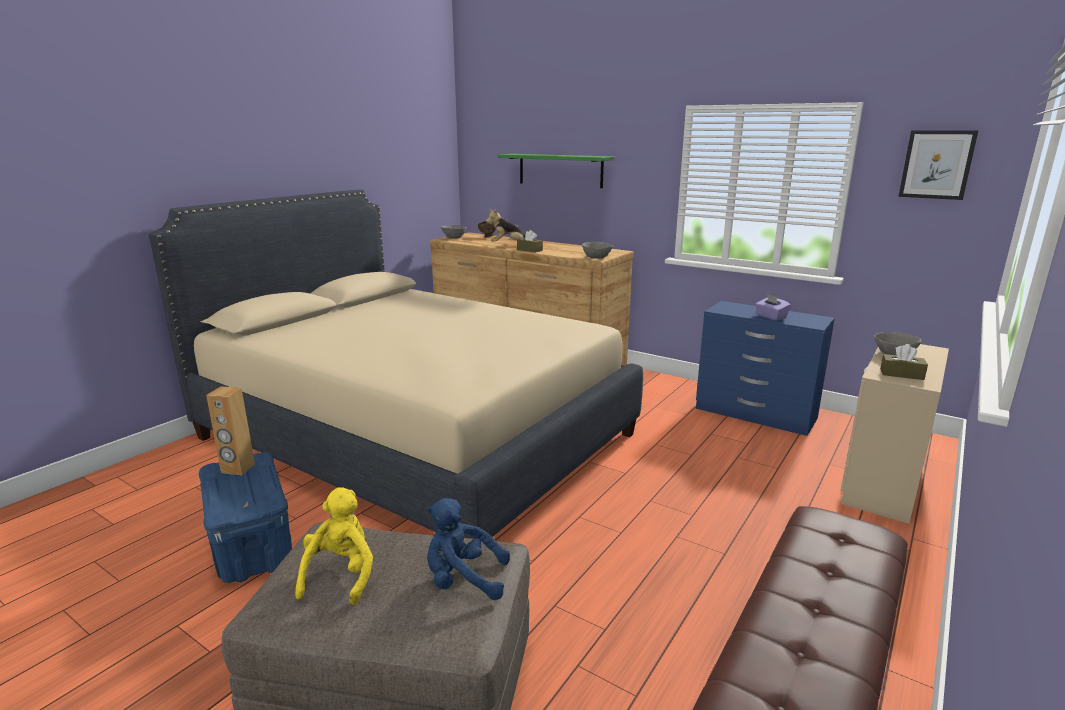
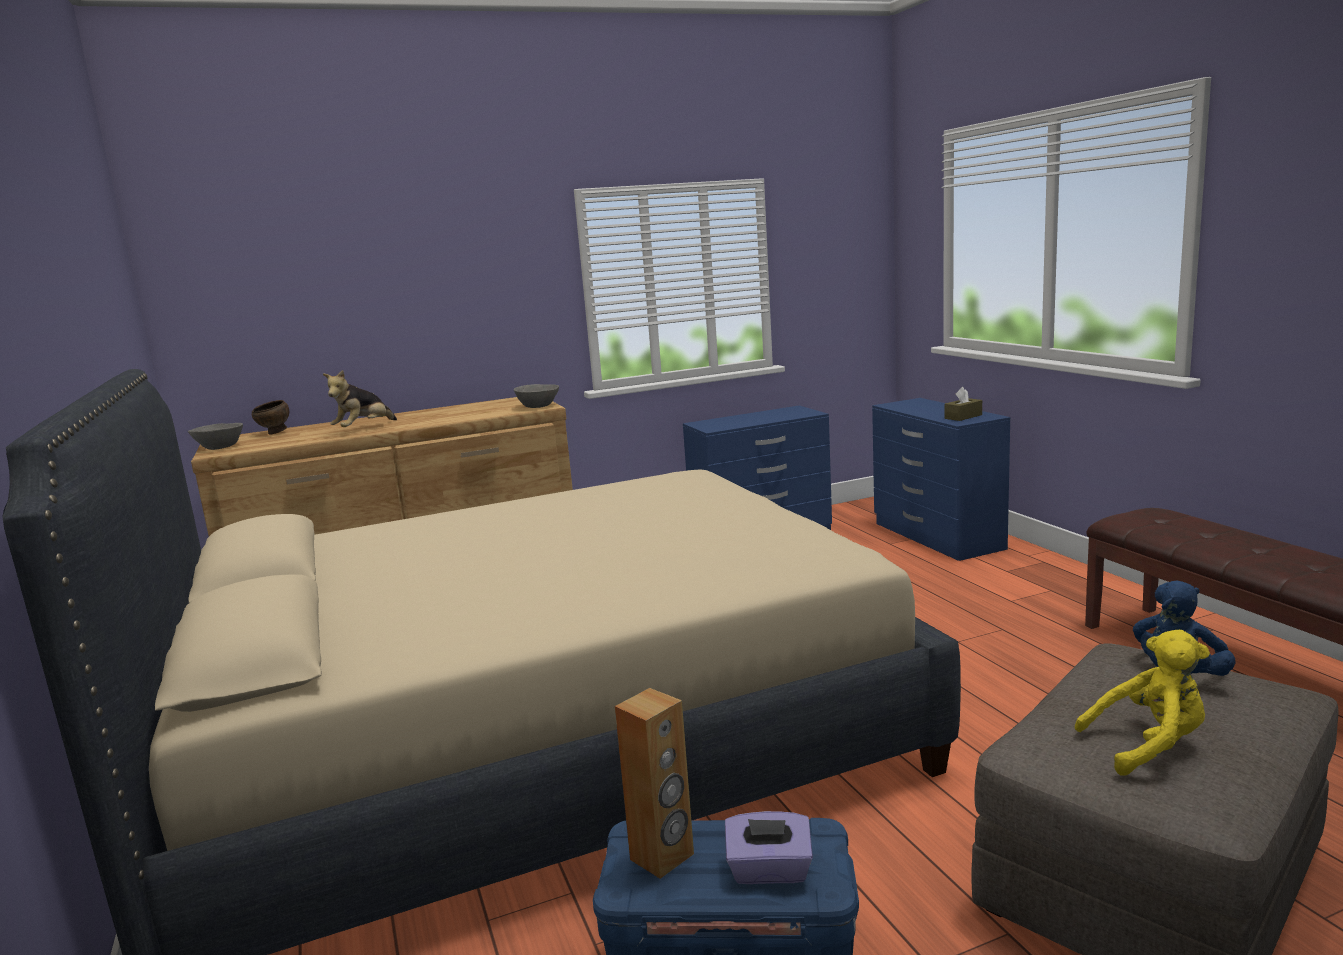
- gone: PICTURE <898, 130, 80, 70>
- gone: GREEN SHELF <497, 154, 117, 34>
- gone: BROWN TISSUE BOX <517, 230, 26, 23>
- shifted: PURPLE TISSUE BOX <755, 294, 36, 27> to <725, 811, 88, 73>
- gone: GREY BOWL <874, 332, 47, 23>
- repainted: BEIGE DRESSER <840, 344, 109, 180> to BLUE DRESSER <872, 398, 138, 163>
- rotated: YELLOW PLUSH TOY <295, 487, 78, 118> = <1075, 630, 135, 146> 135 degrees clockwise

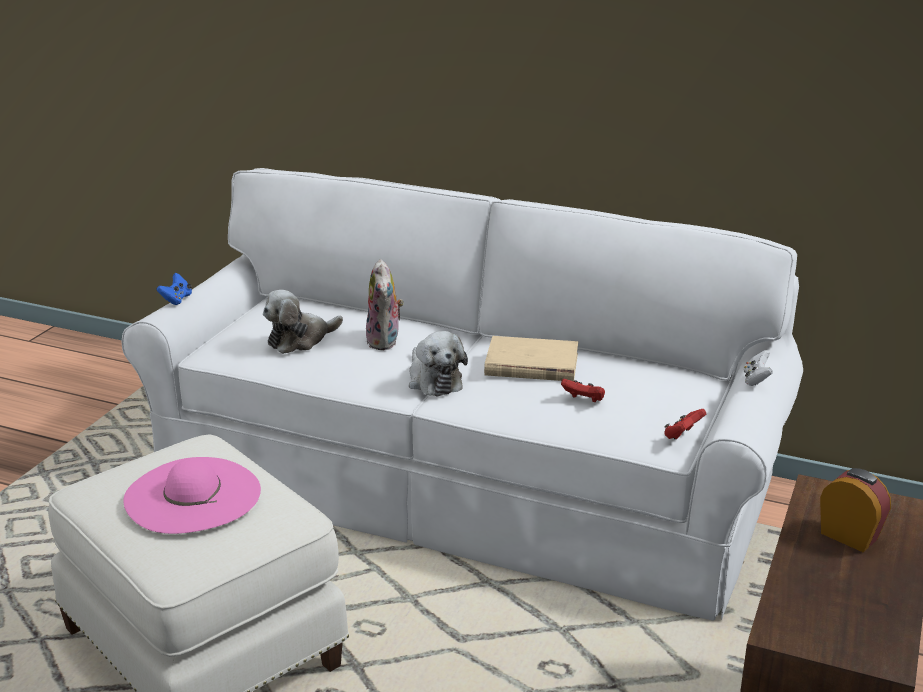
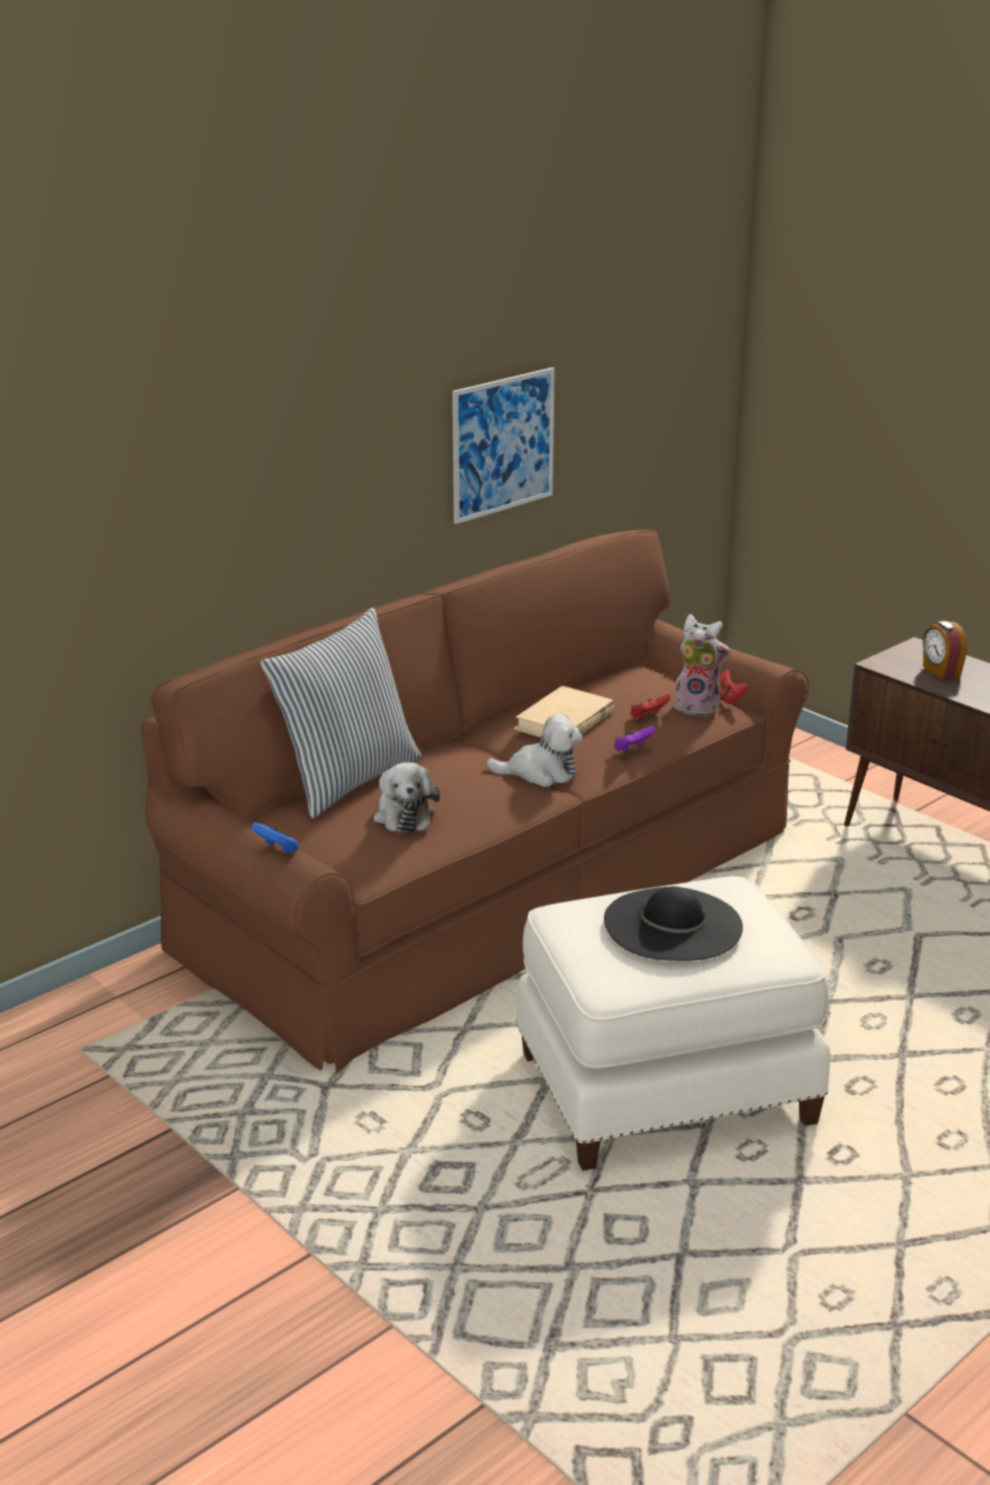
- repainted: WHITE SOFA <122, 168, 681, 453> to BROWN SOFA <141, 530, 668, 542>
- shifted: PLUSH TOY <366, 259, 38, 91> to <671, 627, 60, 90>
- repainted: PINK HAT <123, 457, 138, 77> to BLACK HAT <604, 886, 139, 75>
- rotated: ALARM CLOCK <820, 468, 71, 84> = <923, 621, 45, 58> 90 degrees counterclockwise
- new: PICTURE <452, 367, 103, 157>
- new: PILLOW <260, 607, 161, 211>
- new: PURPLE GAME CONTROLLER <614, 726, 42, 26>

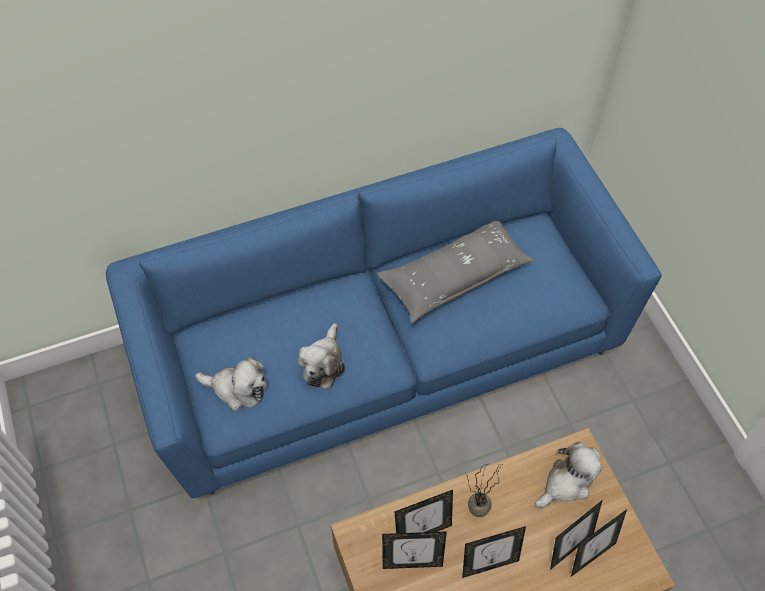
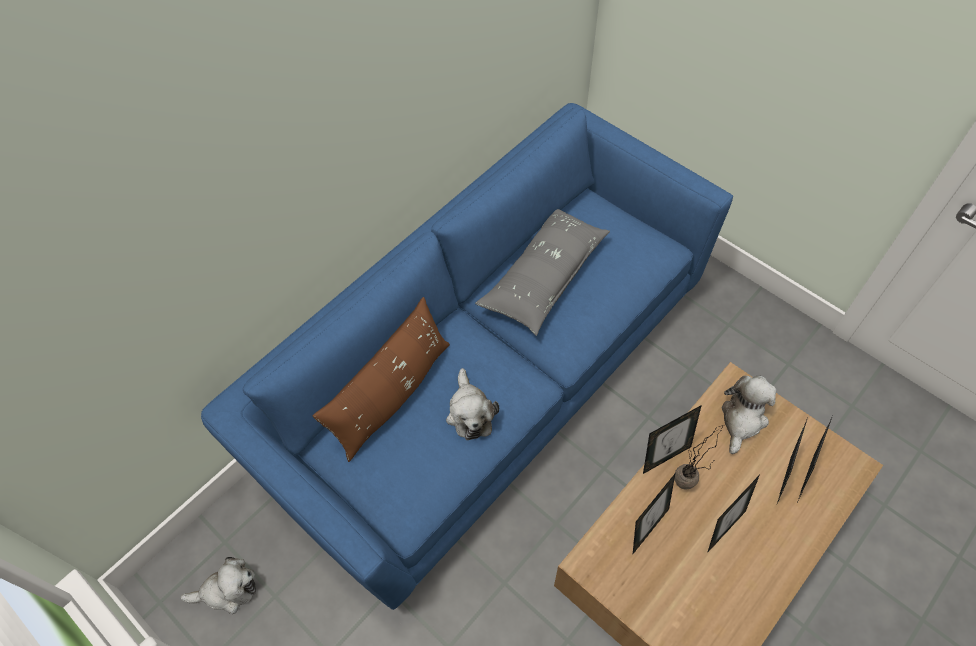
- shifted: PLUSH TOY <195, 357, 72, 54> to <180, 557, 76, 57>
- shifted: PICTURE FRAME <382, 531, 65, 38> to <643, 405, 59, 69>
- new: BROWN PILLOW <313, 297, 137, 165>

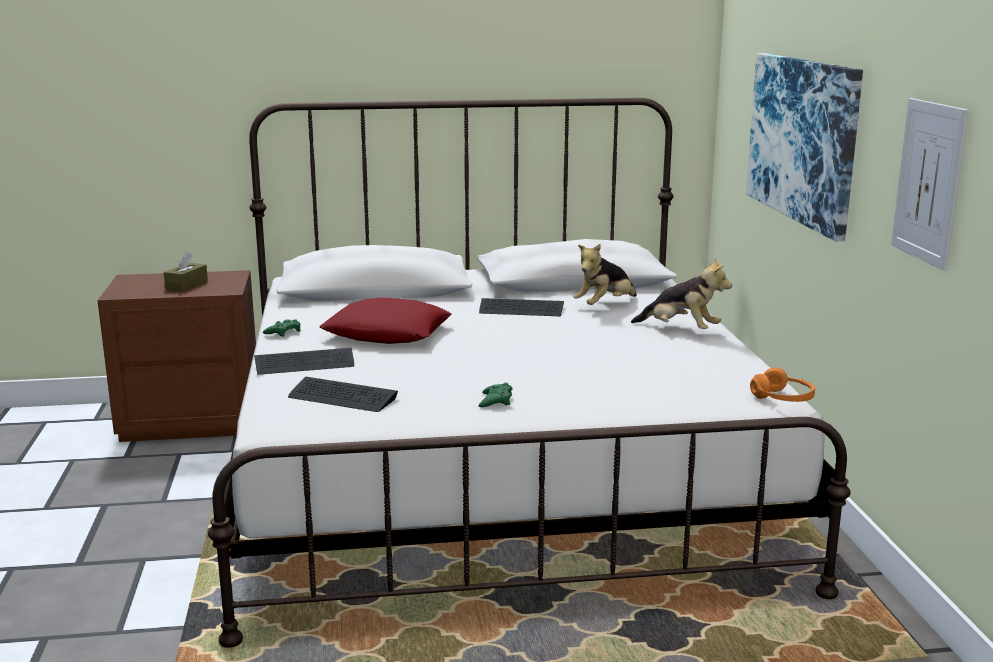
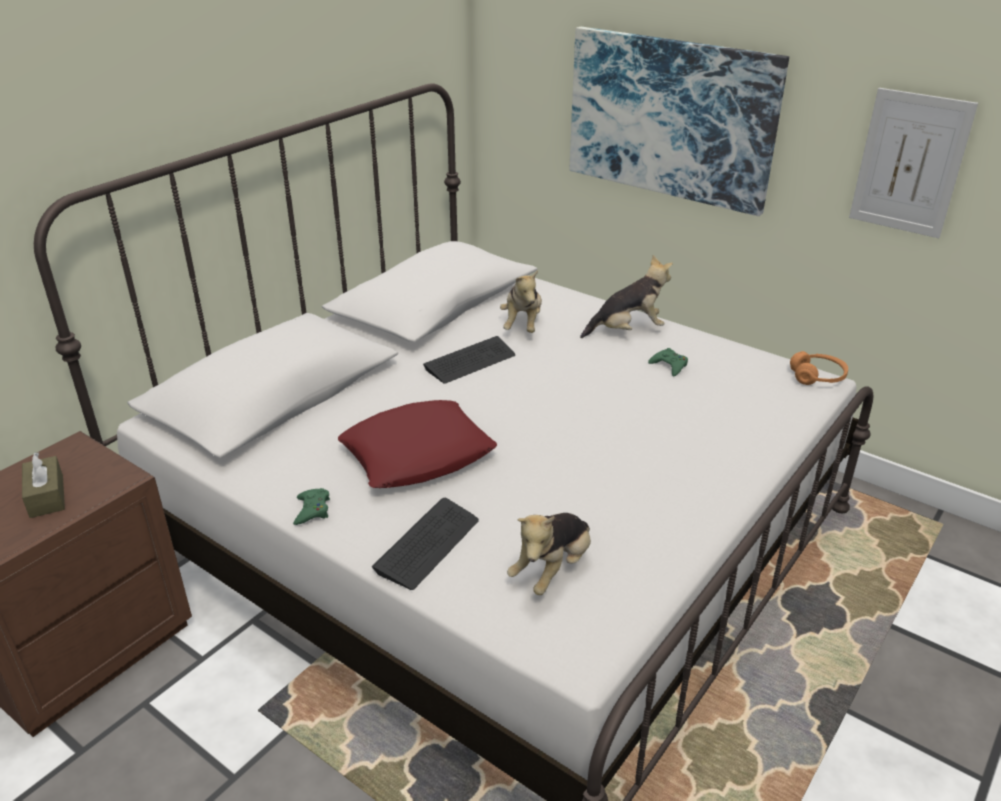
- swapped: KEYBOARD <288, 377, 110, 35> to PLUSH TOY <507, 513, 84, 82>
- shifted: GREEN GAME CONTROLLER <479, 383, 33, 24> to <648, 348, 40, 29>

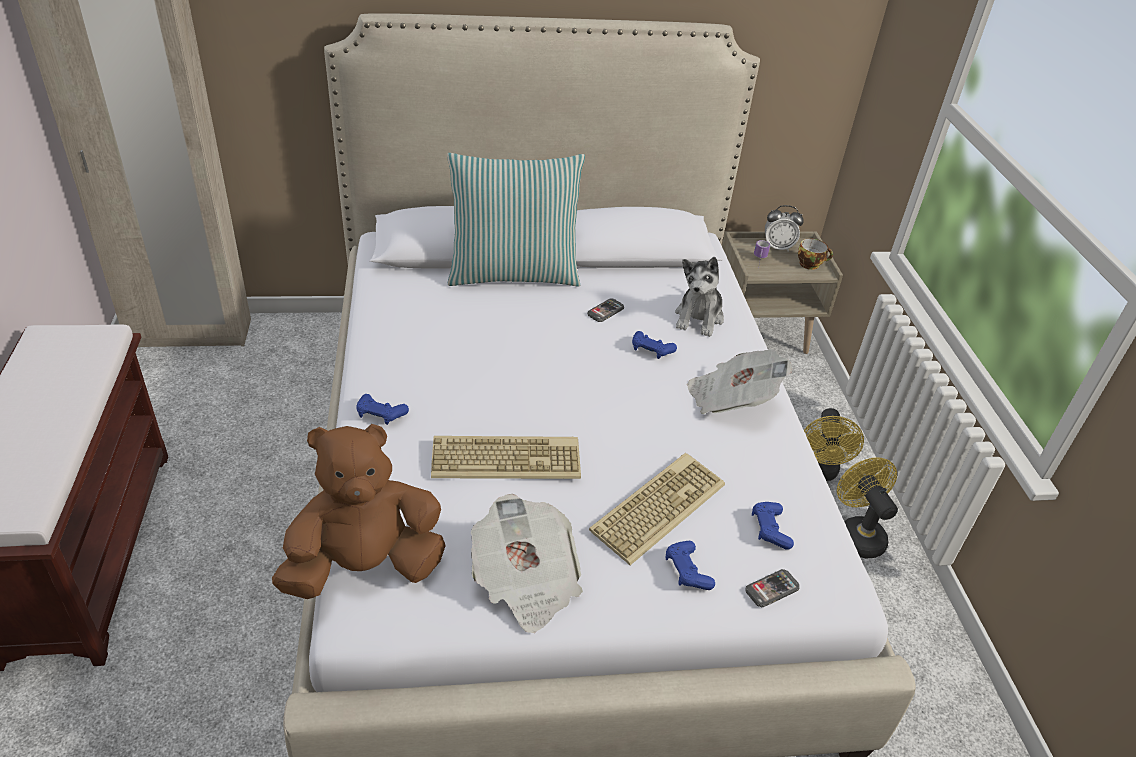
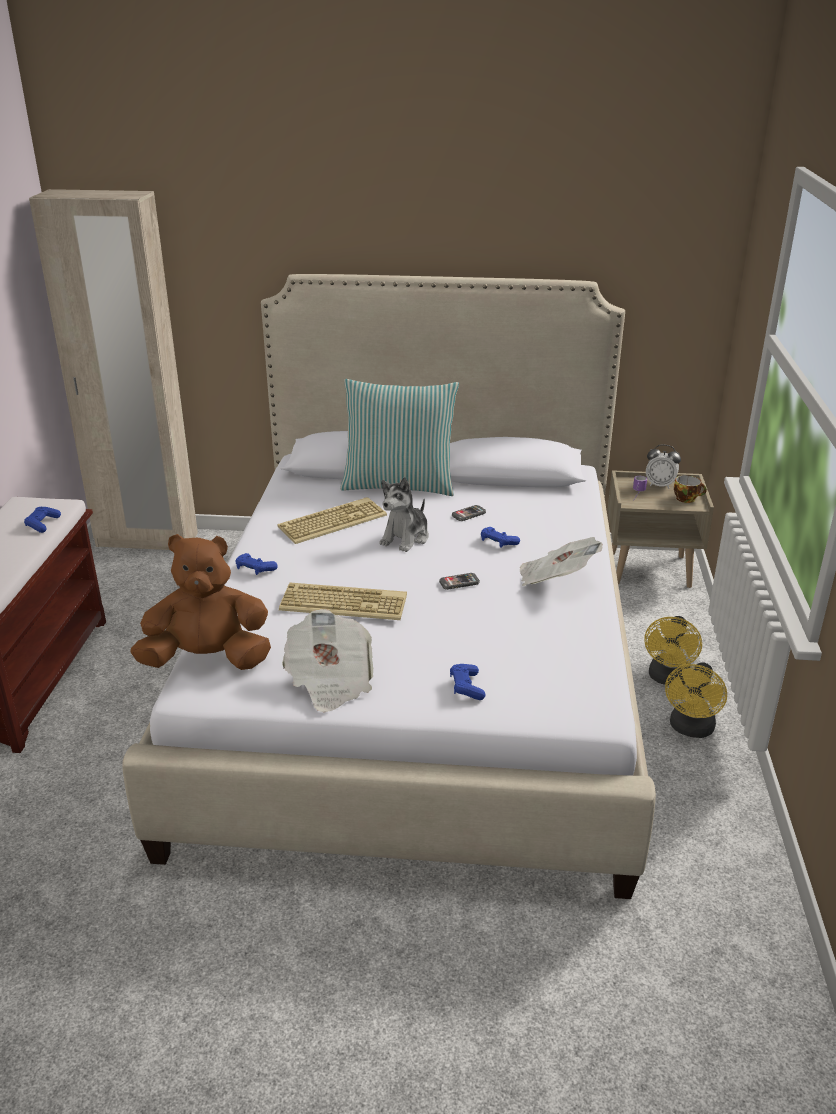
- shifted: PLUSH TOY <675, 257, 49, 80> to <379, 477, 50, 75>
- shifted: KEYBOARD <589, 453, 136, 112> to <277, 497, 110, 47>
- rotated: YELLOW FAN <837, 457, 61, 101> = <665, 662, 62, 76> 150 degrees counterclockwise
- shifted: BLUE GAME CONTROLLER <752, 502, 42, 48> to <24, 506, 37, 27>
- shifted: PHONE <746, 569, 54, 38> to <439, 573, 41, 17>

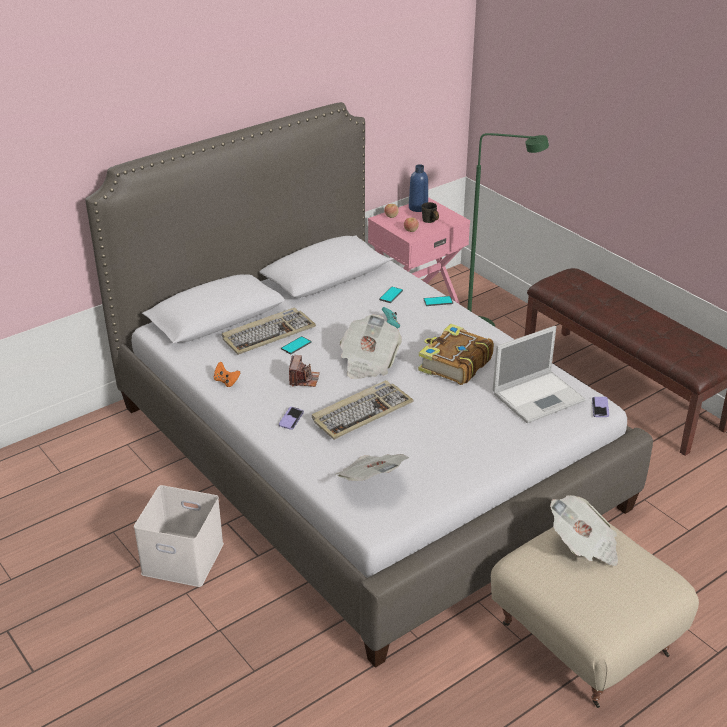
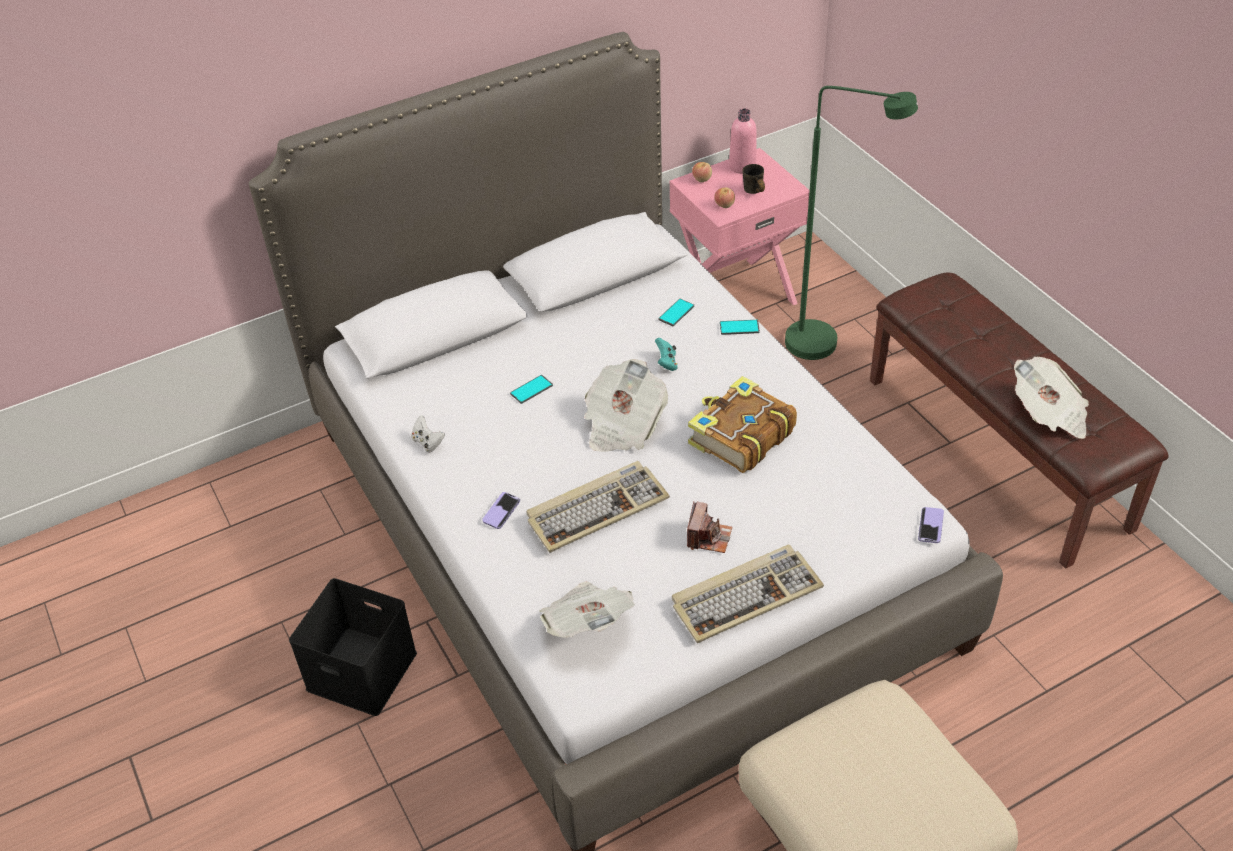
- repainted: BLUE BOTTLE <409, 164, 19, 48> to PINK BOTTLE <729, 108, 27, 66>
- shifted: KEYBOARD <222, 308, 94, 47> to <672, 544, 152, 99>
- gone: LAPTOP <493, 326, 93, 97>
- shifted: PHOTO CAMERA <289, 355, 31, 32> to <687, 502, 45, 51>
- repainted: ORANGE GAME CONTROLLER <214, 362, 27, 25> to WHITE GAME CONTROLLER <411, 415, 34, 37>
- repainted: WHITE STORAGE BOX <134, 485, 90, 102> to BLACK STORAGE BOX <289, 578, 128, 138>
- shifted: NEWSPAPER <550, 495, 68, 71> to <1014, 357, 75, 82>

